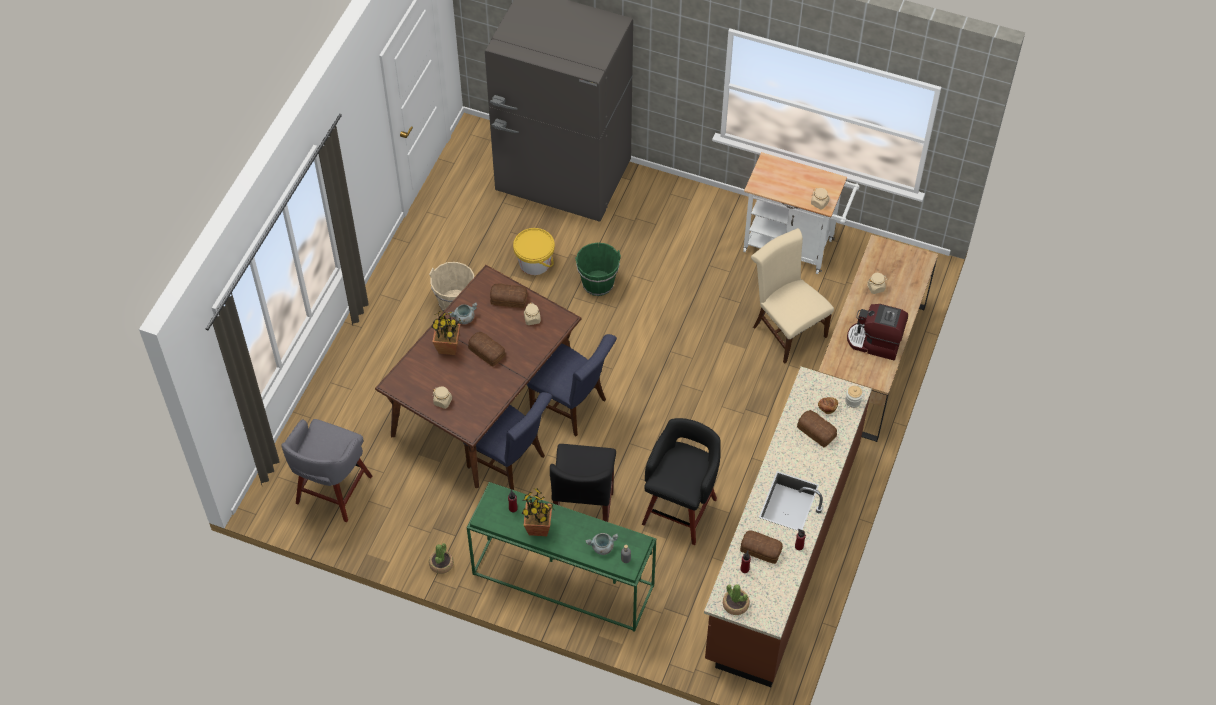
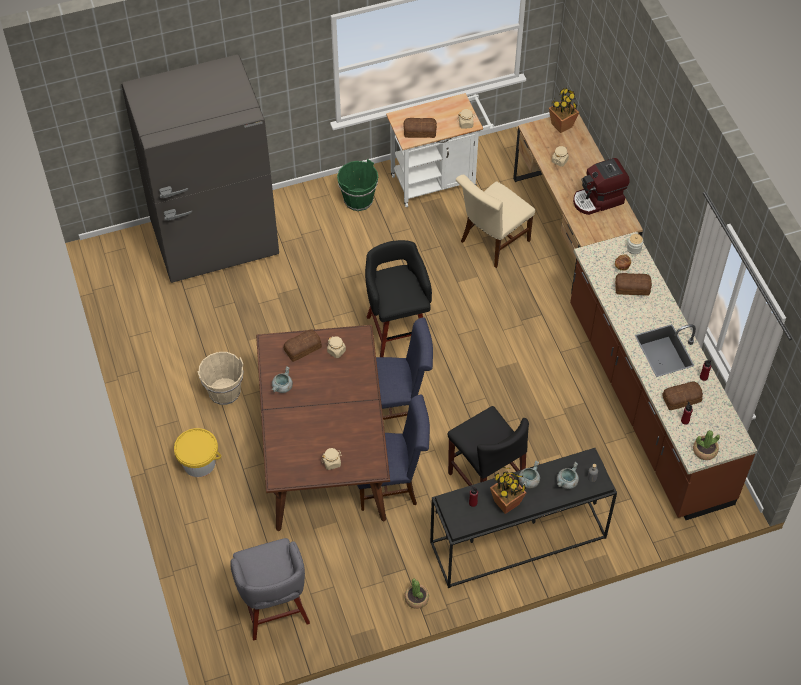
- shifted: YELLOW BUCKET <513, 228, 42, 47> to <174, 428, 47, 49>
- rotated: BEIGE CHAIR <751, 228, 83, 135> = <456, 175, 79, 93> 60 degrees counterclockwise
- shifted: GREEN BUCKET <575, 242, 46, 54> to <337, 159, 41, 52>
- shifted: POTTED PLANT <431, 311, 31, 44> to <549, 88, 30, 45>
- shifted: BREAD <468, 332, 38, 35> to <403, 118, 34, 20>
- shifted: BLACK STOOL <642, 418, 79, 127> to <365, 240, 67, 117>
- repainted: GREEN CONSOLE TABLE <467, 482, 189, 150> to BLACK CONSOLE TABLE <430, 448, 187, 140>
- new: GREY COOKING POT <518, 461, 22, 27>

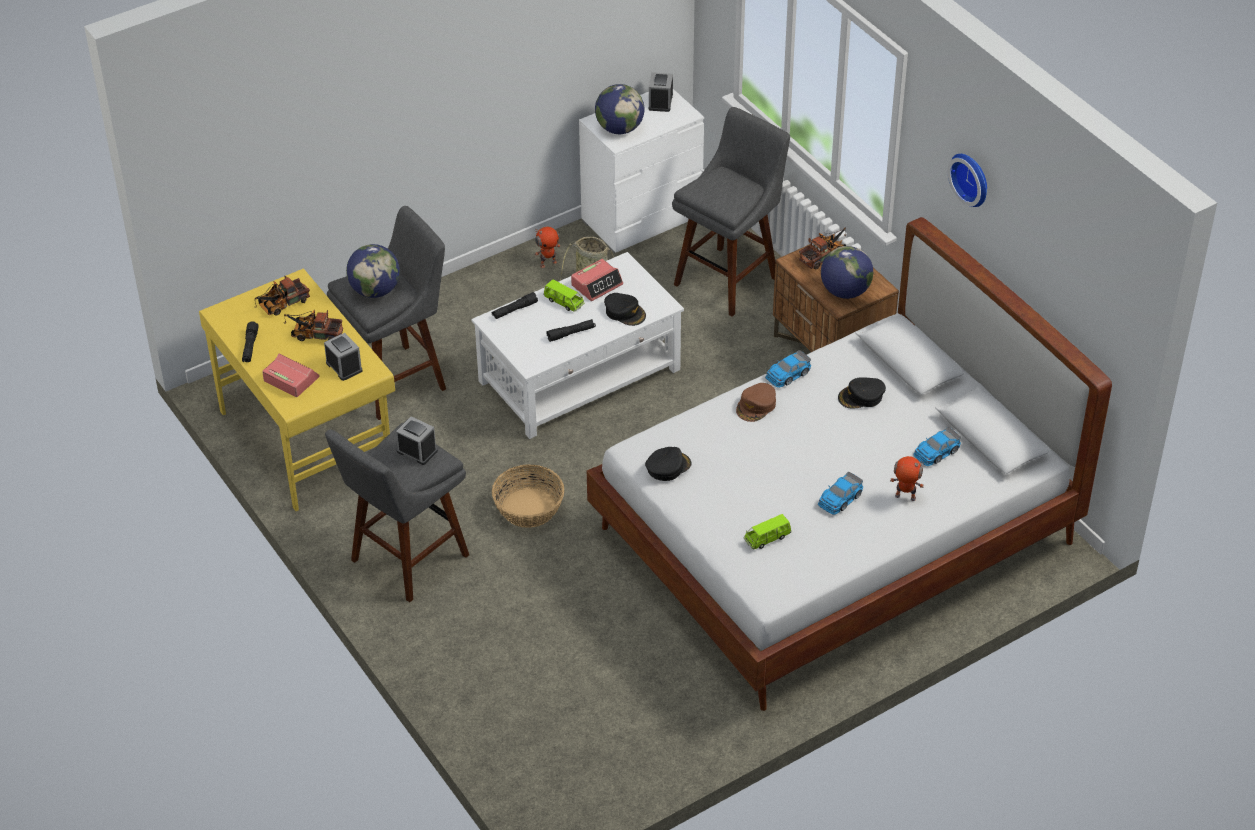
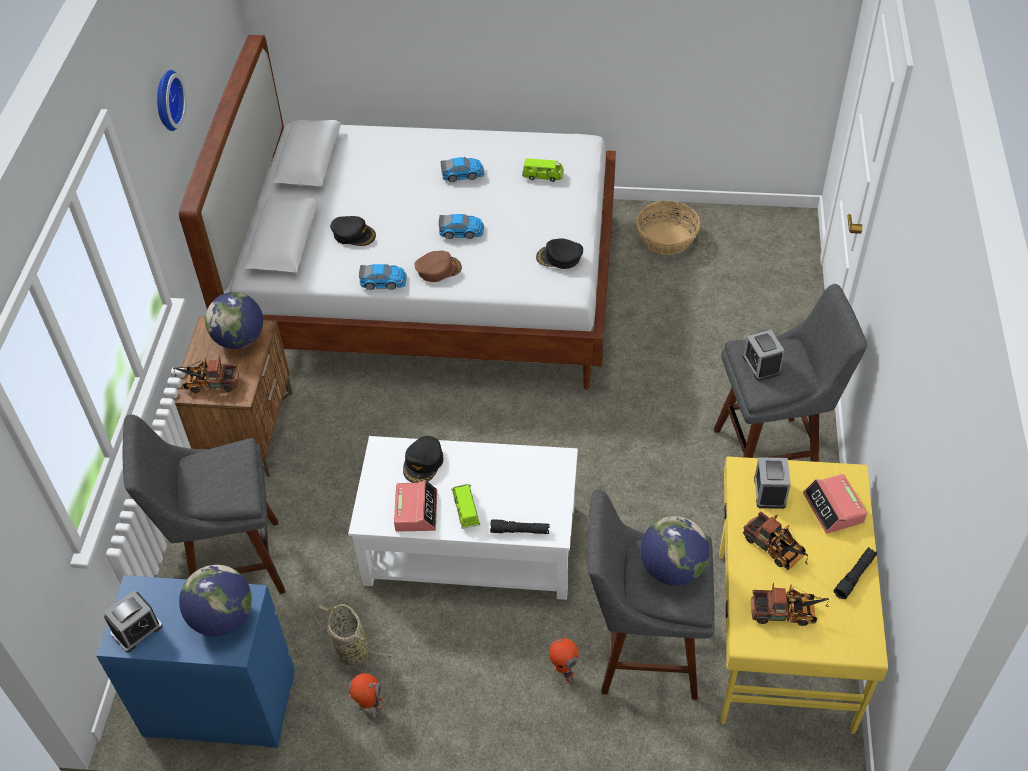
- repainted: WHITE DRESSER <579, 89, 125, 164> to BLUE DRESSER <96, 575, 199, 173>
- rotated: ALARM CLOCK <571, 259, 52, 42> = <394, 480, 43, 52> 90 degrees clockwise
- rotated: BLACK CAP <604, 293, 42, 33> = <403, 436, 40, 47> 150 degrees counterclockwise
- gone: BLACK FLASHLIGHT <546, 319, 50, 23>
- shifted: TOY CAR <913, 427, 48, 39> to <438, 214, 46, 25>
- shifted: TOY ROBOT <890, 456, 34, 45> to <549, 631, 30, 53>
- shifted: BASKET <492, 464, 72, 64> to <636, 201, 64, 54>

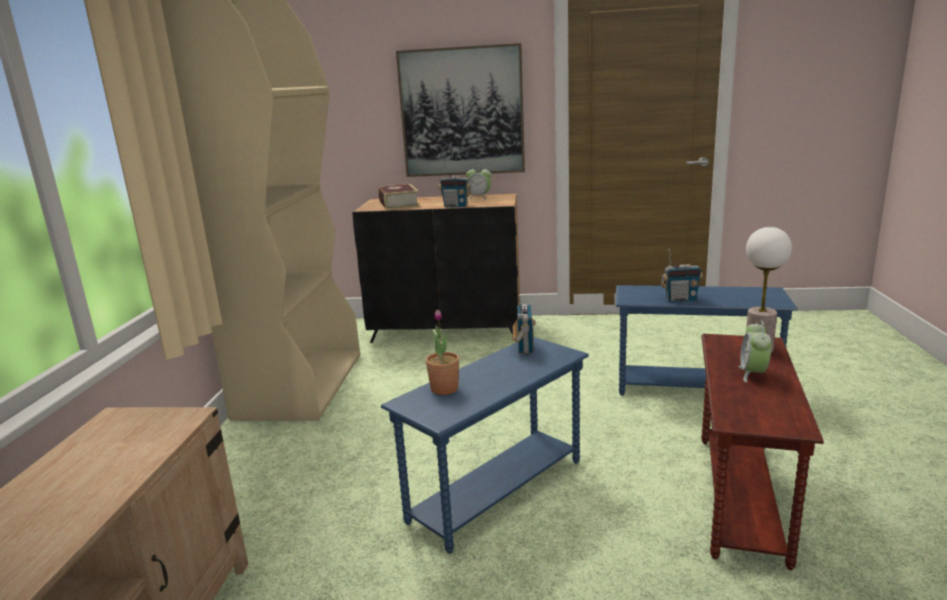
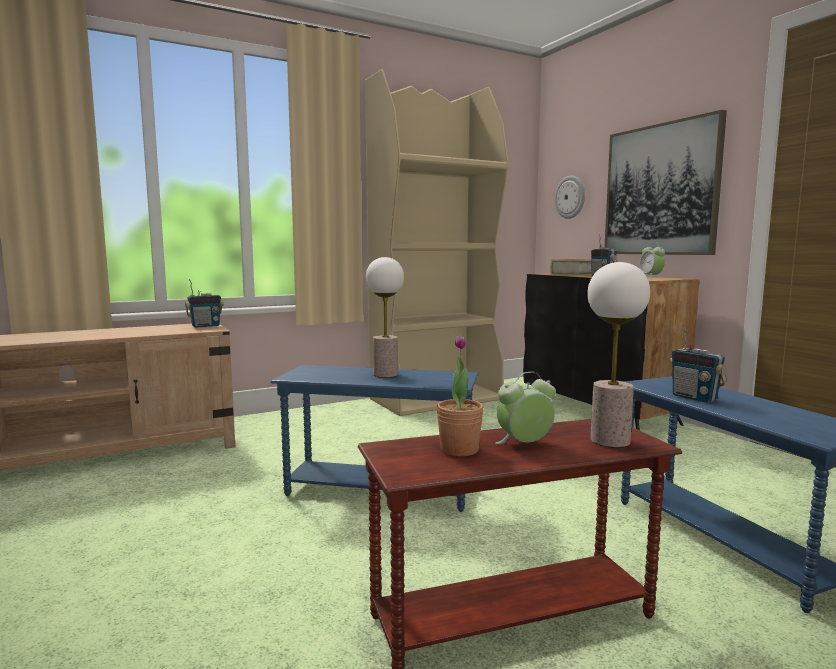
- shifted: RADIO <513, 295, 22, 58> to <185, 279, 38, 49>
- shifted: POTTED PLANT <426, 310, 33, 85> to <437, 335, 46, 121>
- new: WALL CLOCK <555, 176, 30, 43>
- new: TABLE LAMP <366, 257, 38, 121>

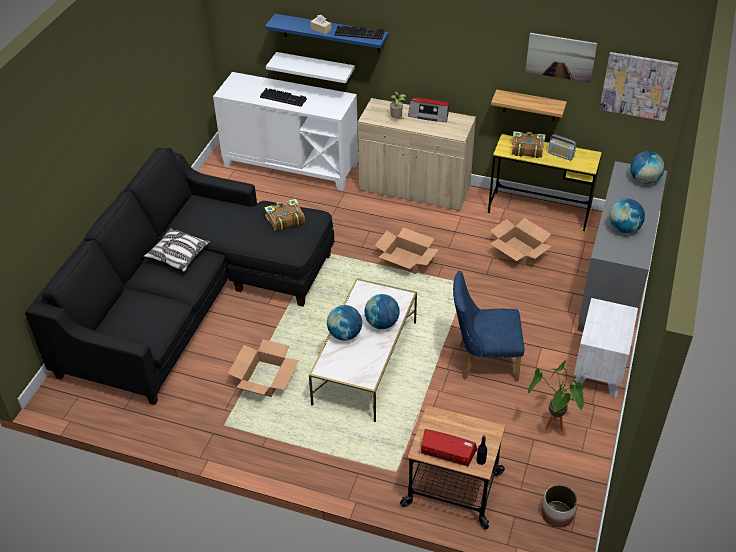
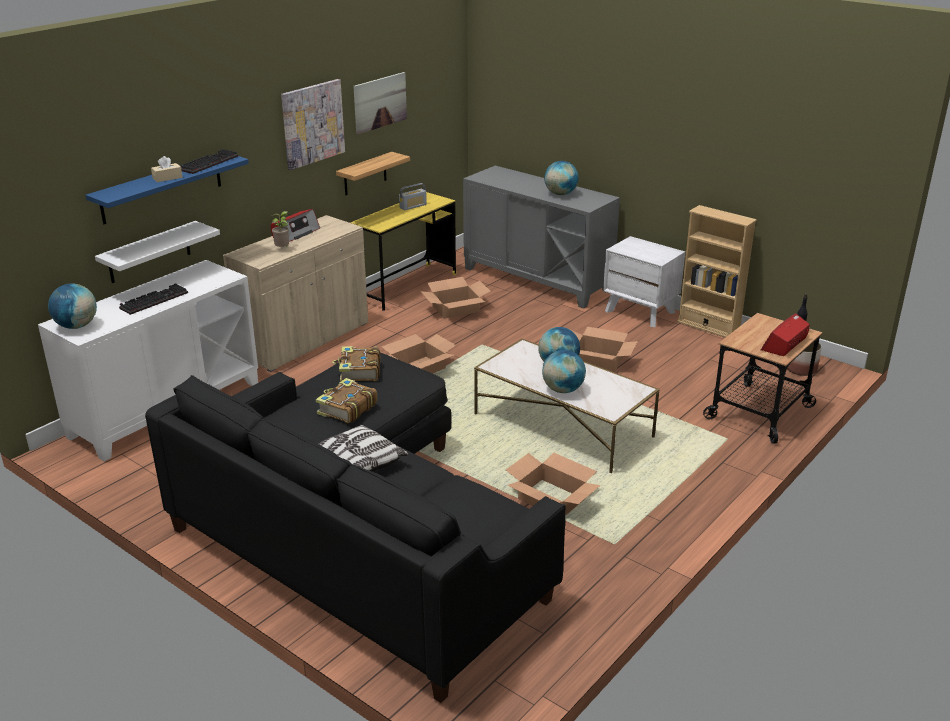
- shifted: PICTURE <599, 52, 79, 69> to <281, 79, 64, 91>
- shifted: BOOK <512, 131, 33, 27> to <316, 378, 61, 45>
- shifted: GLOBE <630, 151, 35, 33> to <48, 283, 49, 46>
- swapped: BLUE CHAIR <453, 271, 71, 110> to CARDBOARD BOX <570, 327, 68, 45>
- gone: POTTED PLANT <528, 360, 56, 71>
- new: BEIGE BOOKCASE <677, 205, 80, 133>

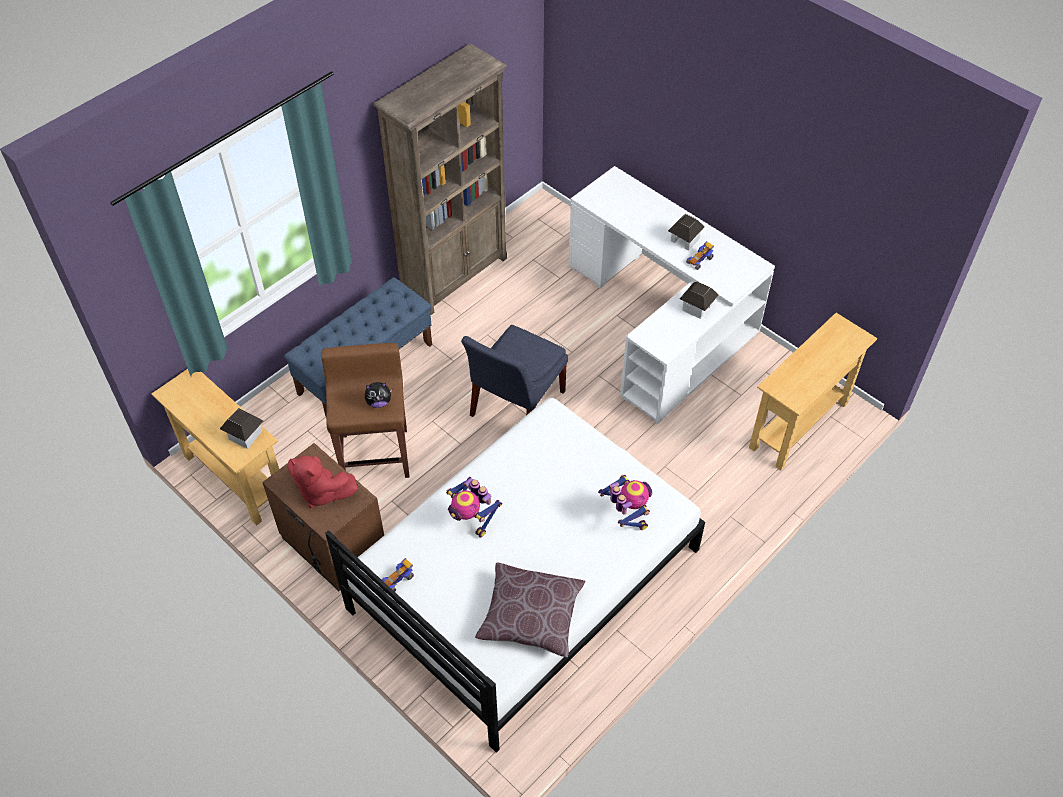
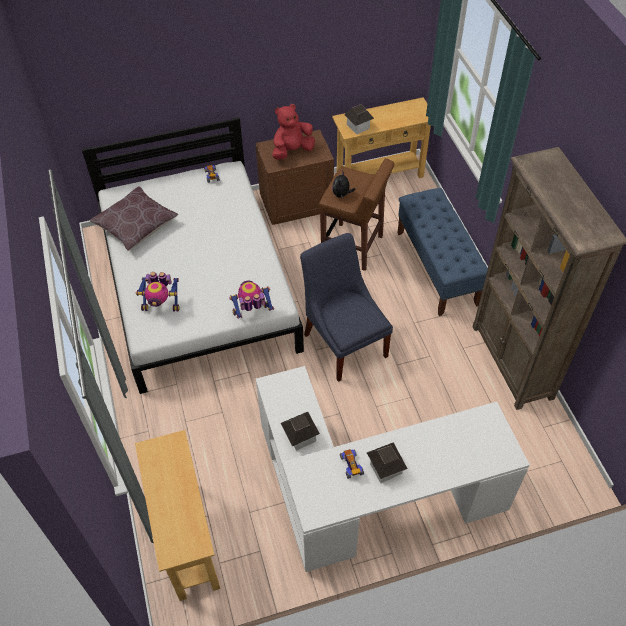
- shifted: TOY ROBOT <446, 477, 56, 61> to <229, 280, 45, 39>

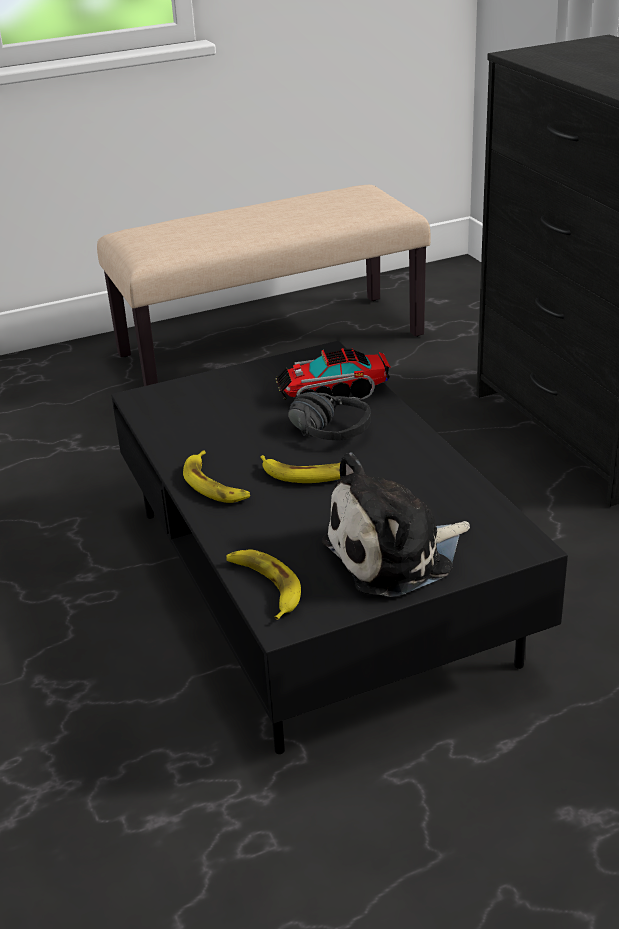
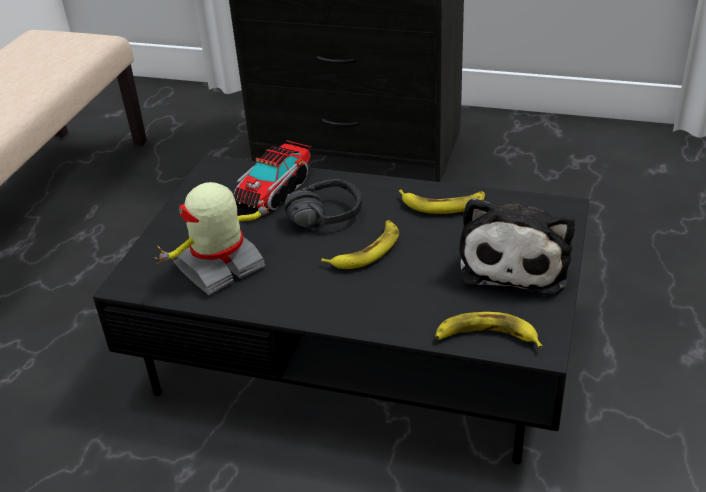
- shifted: BANANA <183, 450, 67, 53> to <399, 190, 86, 24>
- new: TOY ROBOT <153, 182, 119, 113>

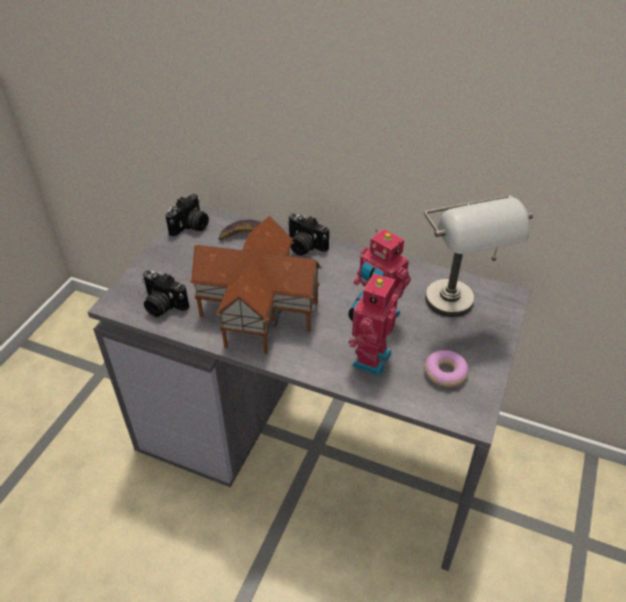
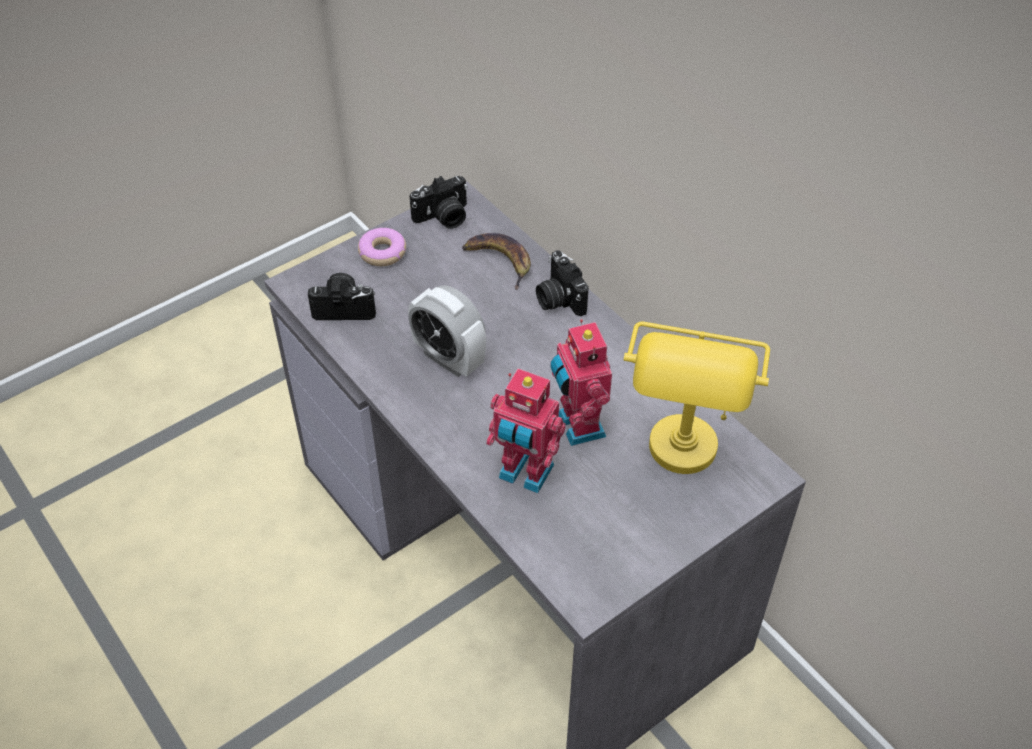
- repainted: GREY TABLE LAMP <424, 195, 109, 122> to YELLOW TABLE LAMP <624, 322, 146, 152>
- swapped: TOY HOUSE <190, 216, 132, 138> to ALARM CLOCK <408, 285, 78, 92>
- rotated: PHOTO CAMERA <142, 270, 47, 47> = <308, 273, 68, 47> 120 degrees clockwise
- rotated: TOY ROBOT <348, 272, 50, 104> = <486, 369, 80, 124> 120 degrees counterclockwise
- shifted: DONUT <424, 350, 45, 37> to <358, 228, 48, 38>

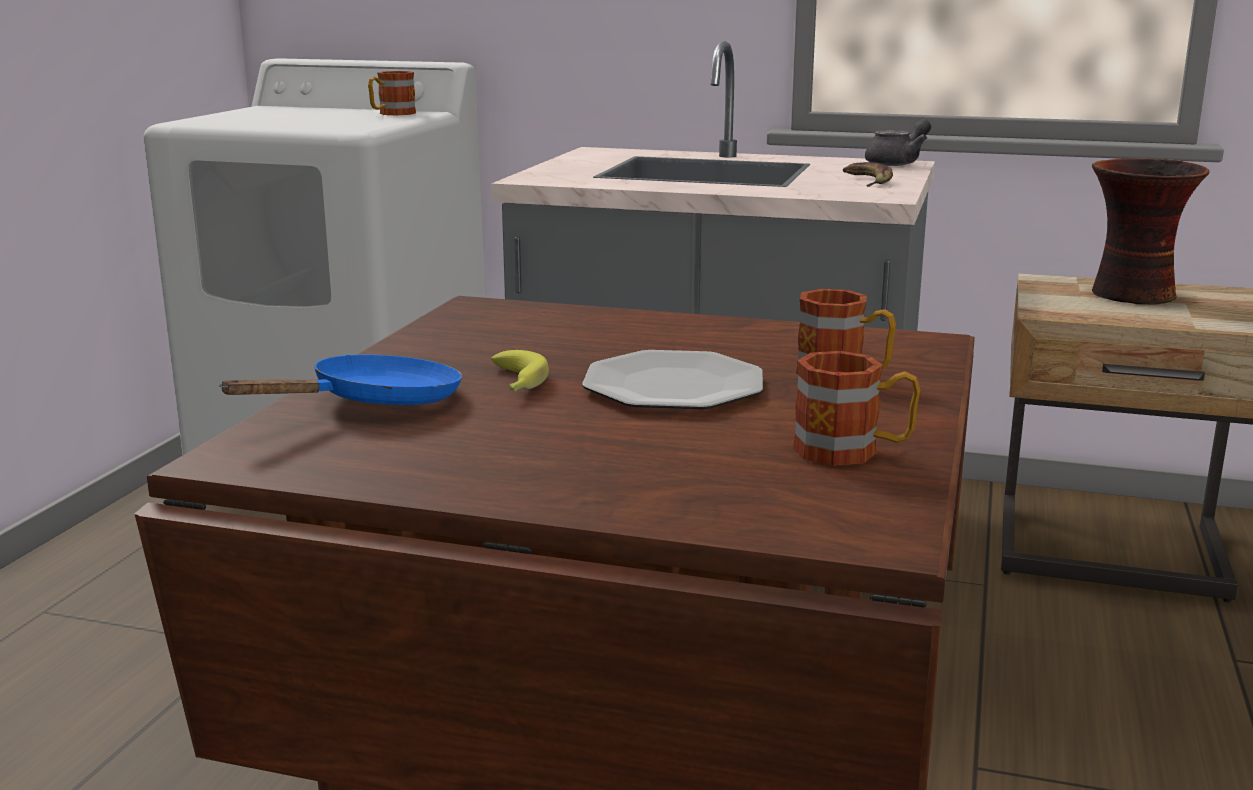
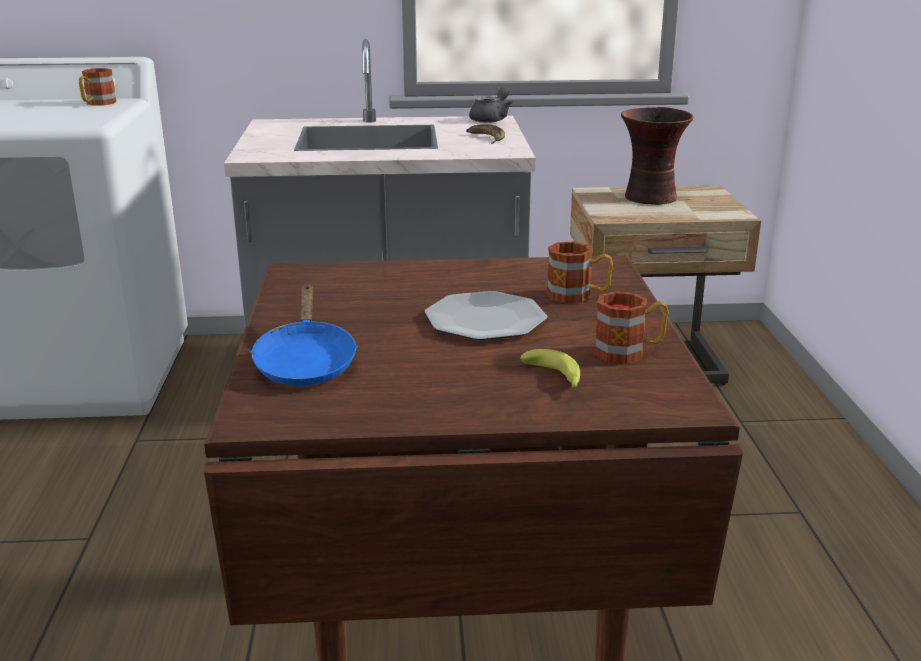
- shifted: BANANA <491, 350, 58, 42> to <520, 349, 60, 39>
- rotated: BLUE FRYING PAN <219, 355, 243, 50> = <249, 284, 109, 102> 150 degrees clockwise

